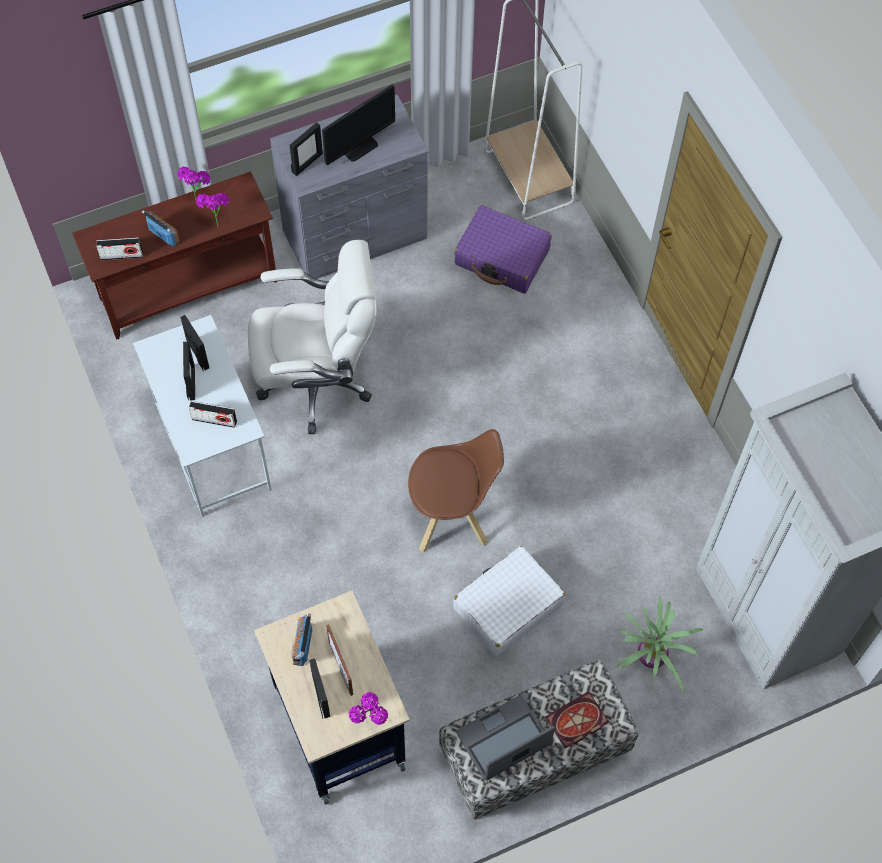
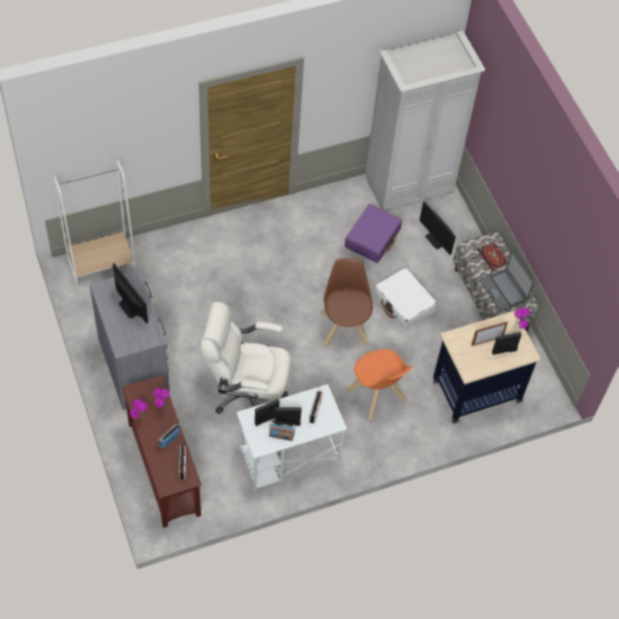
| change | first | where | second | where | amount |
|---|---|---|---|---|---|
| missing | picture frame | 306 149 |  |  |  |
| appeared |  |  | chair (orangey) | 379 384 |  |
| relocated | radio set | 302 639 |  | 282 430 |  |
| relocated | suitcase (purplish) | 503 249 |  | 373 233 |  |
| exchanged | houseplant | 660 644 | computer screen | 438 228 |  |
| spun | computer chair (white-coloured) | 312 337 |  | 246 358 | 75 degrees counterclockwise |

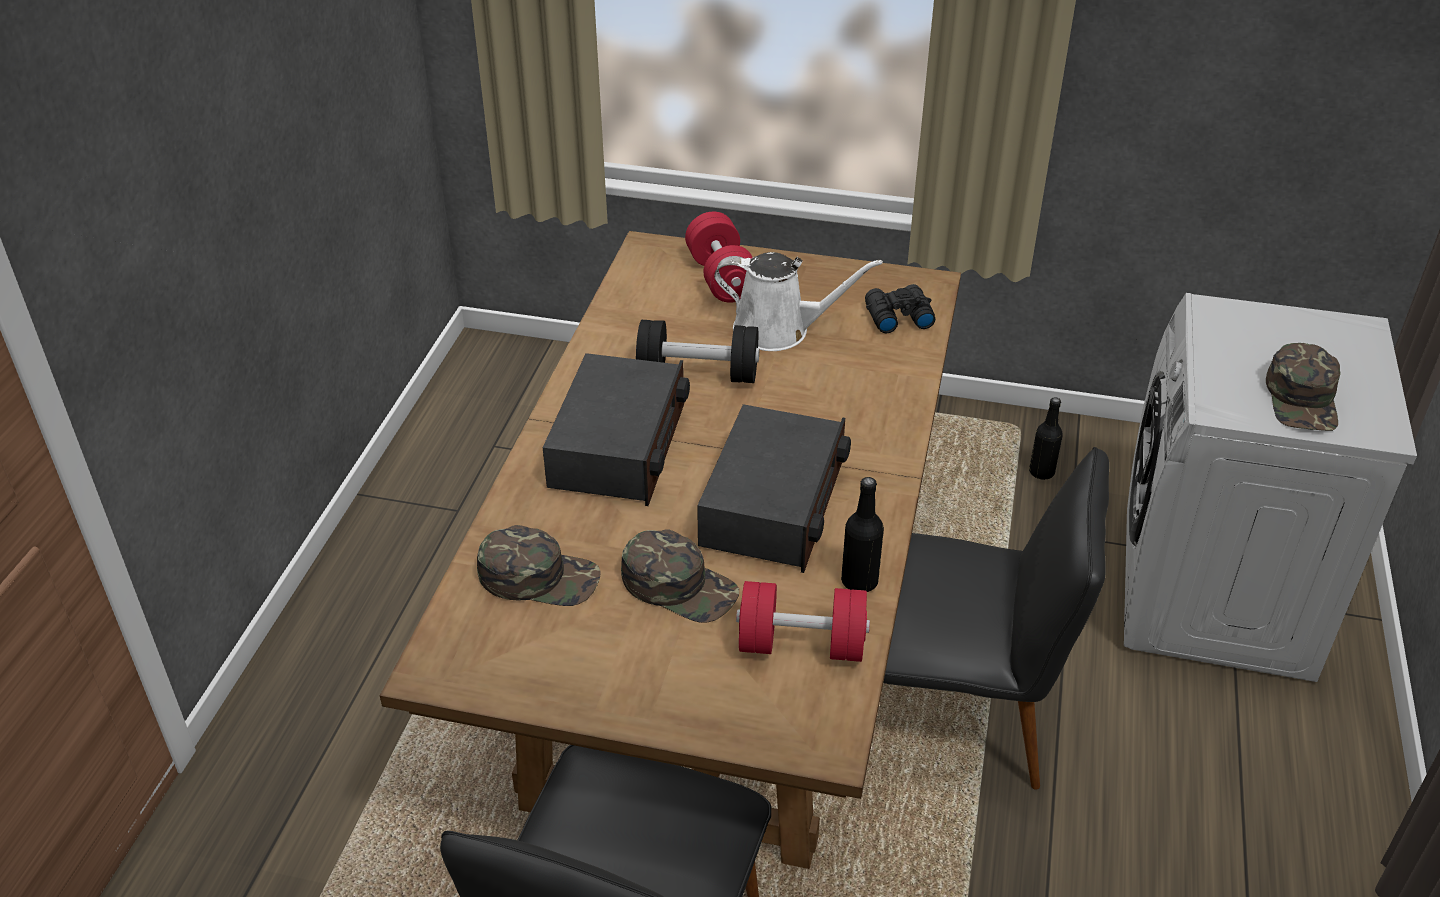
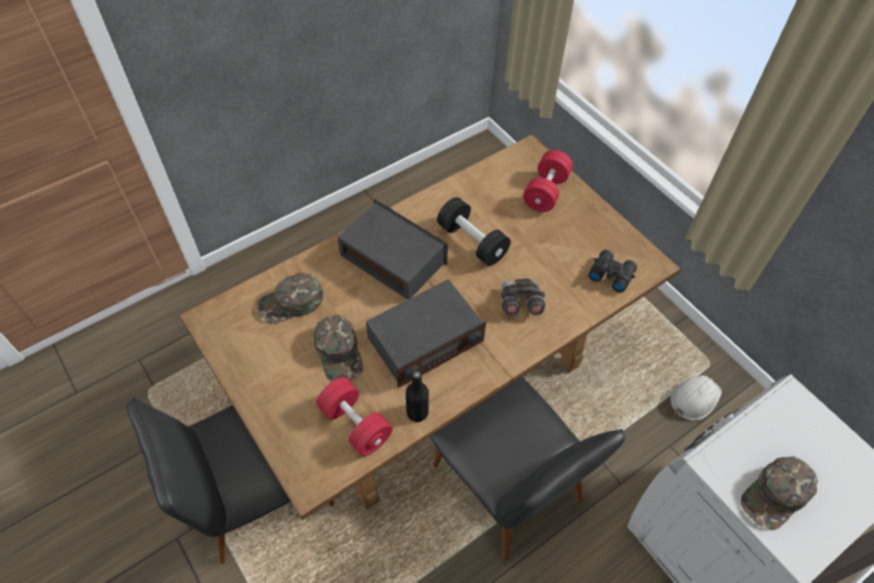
| change | first | where | second | where | amount |
|---|---|---|---|---|---|
| missing | watering pot (white-coloured) | 798 301 |  |  |  |
| appeared |  |  | field glasses (greyish) | 523 297 |  |
| exchanged | bottle (blackish) | 1046 438 | hard hat (white-coloured) | 696 397 |  |
| spun | baseball cap (green-coloured) | 539 565 |  | 289 298 | 105 degrees clockwise |
| spun | radio set | 616 429 |  | 393 249 | 105 degrees counterclockwise |

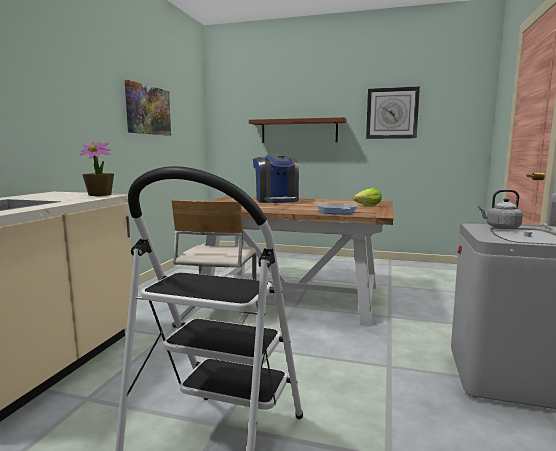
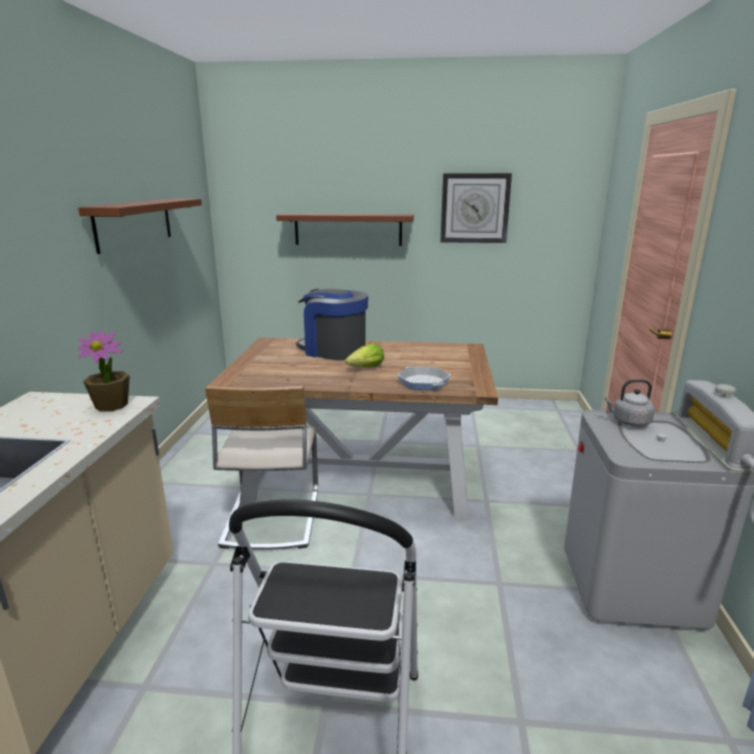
| change | first | where | second | where | amount |
|---|---|---|---|---|---|
| relocated | lettuce head | 367 197 |  | 364 355 |  |
| exchanged | picture | 147 108 | bracket shelf (brownish) | 140 226 |  |
| spun | coffee machine | 276 178 |  | 332 324 | 150 degrees clockwise |

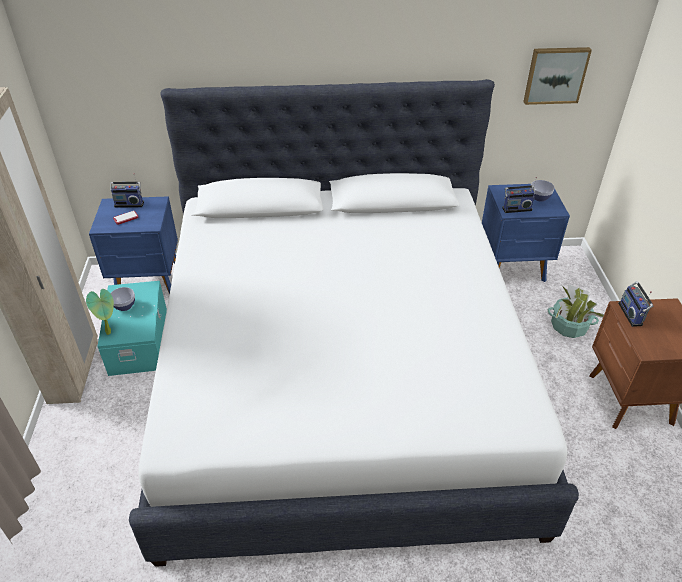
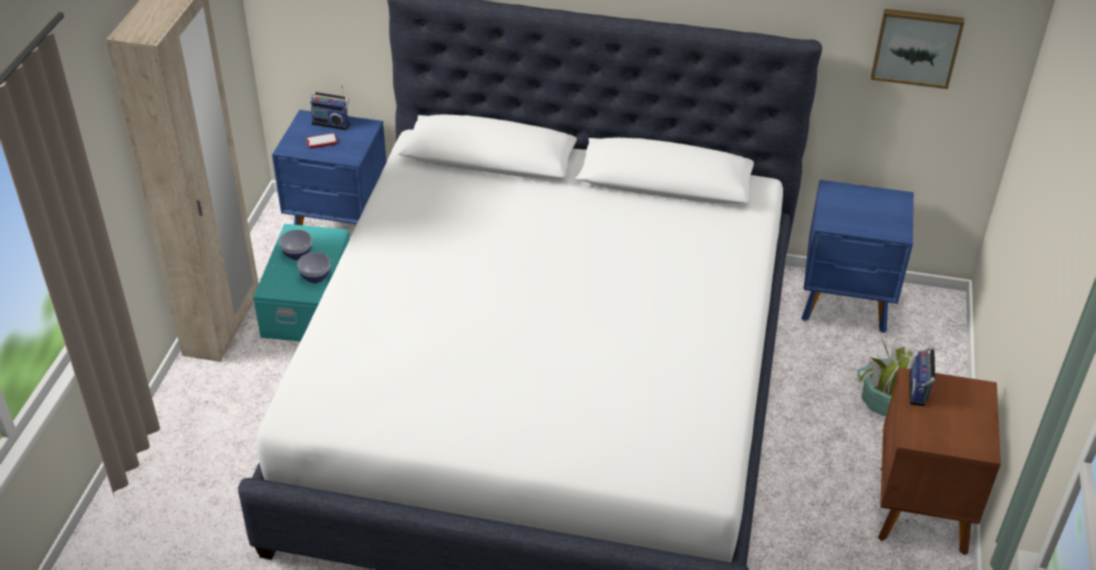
| change | first | where | second | where | amount |
|---|---|---|---|---|---|
| missing | houseplant | 100 312 |  |  |  |
| missing | radio set | 519 195 |  |  |  |
| relocated | serving bowl | 542 191 |  | 313 267 |  |

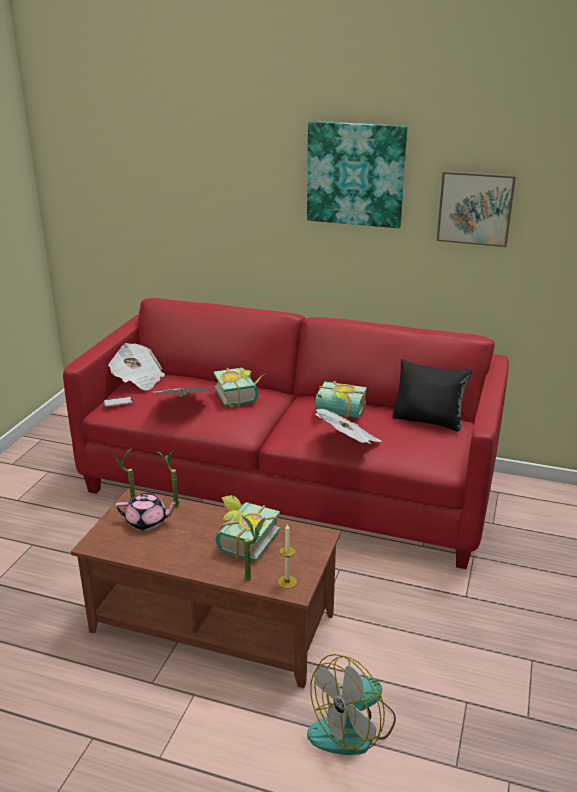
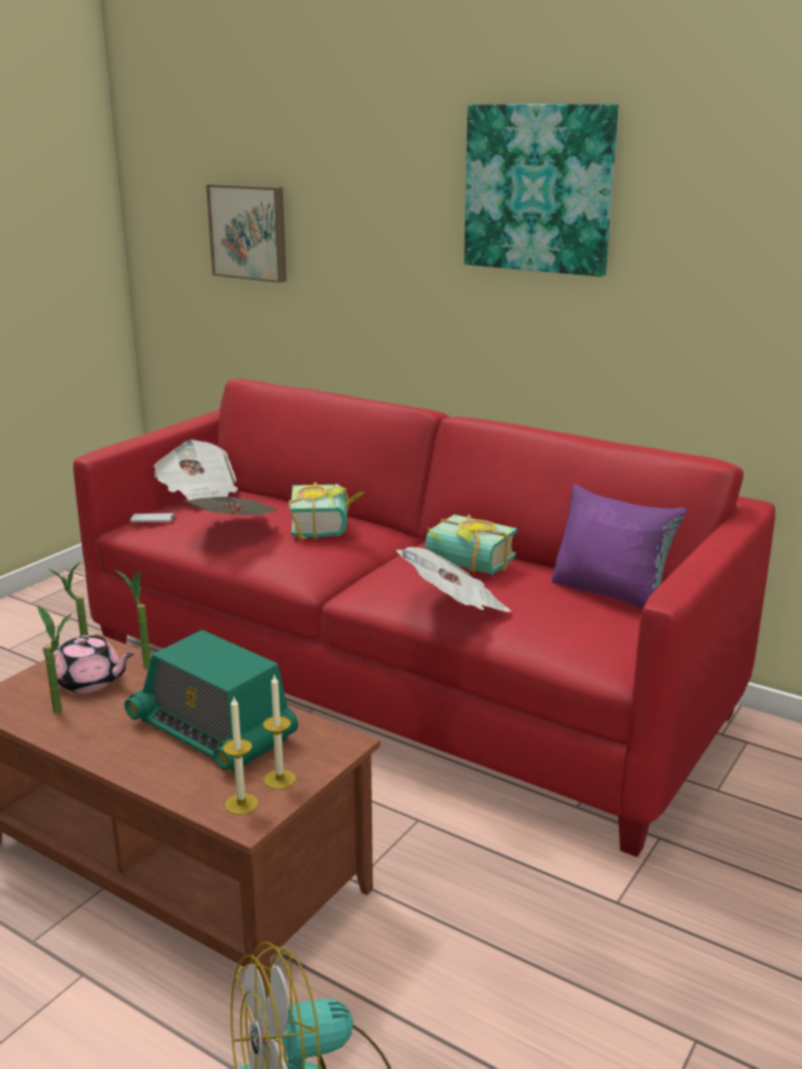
| change | first | where | second | where | amount |
|---|---|---|---|---|---|
| appeared |  |  | wax candle | 279 731 |  |
| relocated | houseplant | 253 548 |  | 54 659 |  |
| relocated | picture | 476 208 |  | 246 233 |  |
| exchanged | volume | 247 528 | radio set | 211 701 |  |
| colour | cushion (blackish) | 432 395 | cushion (purplish) | 619 546 |  |

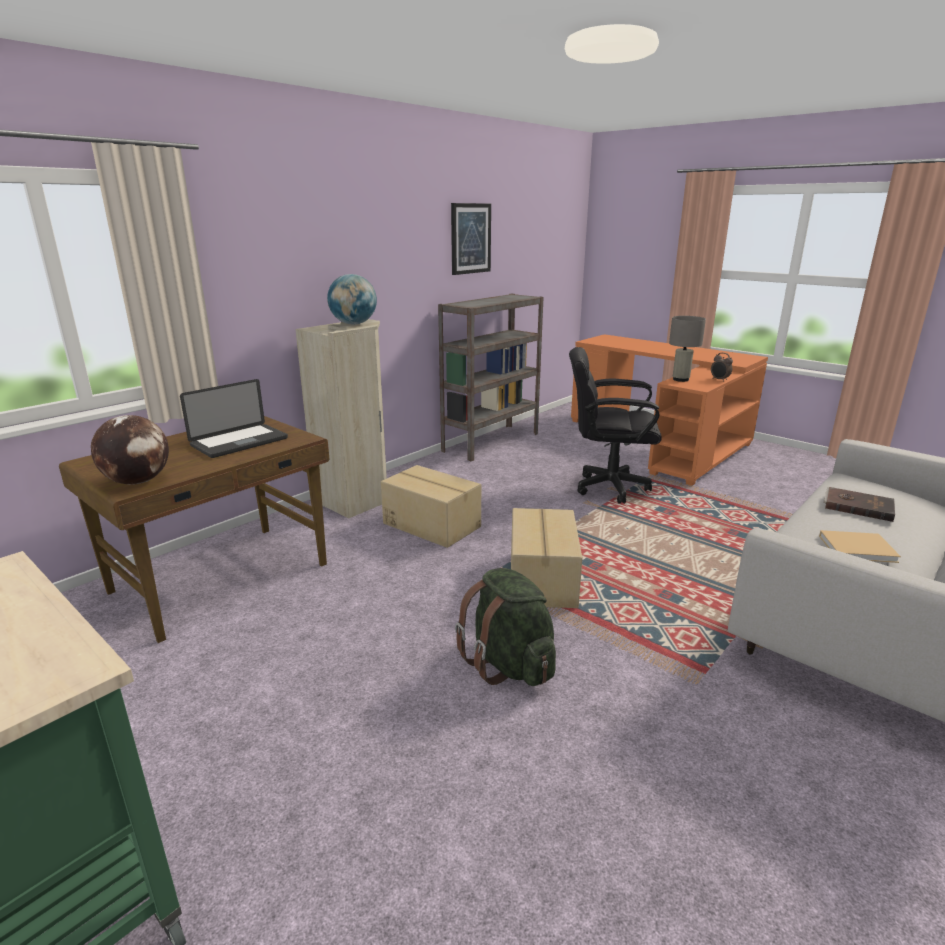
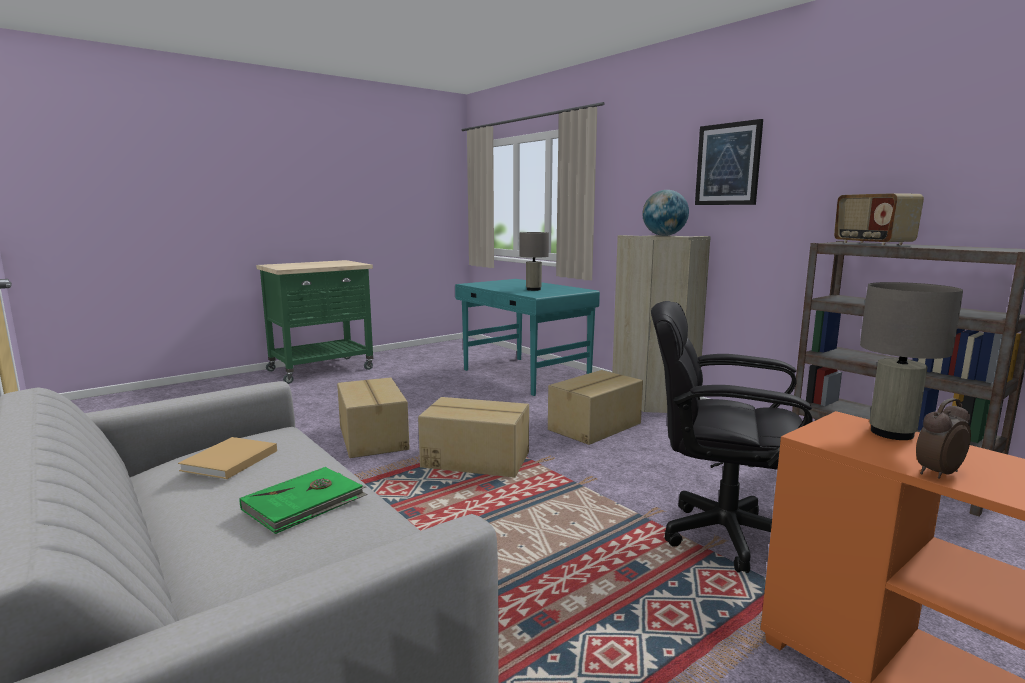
| change | first | where | second | where | amount |
|---|---|---|---|---|---|
| missing | desk globe | 130 450 |  |  |  |
| appeared |  |  | radio set | 879 219 |  |
| relocated | picture | 471 239 |  | 729 162 |  |
| exchanged | laptop | 234 418 | tabletop lamp (greyish) | 534 261 |  |
| exchanged | knapsack (green-coloured) | 505 627 | packing box | 373 417 |  |
| colour | desk table (brownish) | 194 529 | desk table (turquoise) | 527 337 |  |
| colour | volume (brownish) | 859 504 | volume (green-coloured) | 304 500 |  |
| spun | computer chair (blackish) | 615 425 |  | 732 437 | 90 degrees counterclockwise |

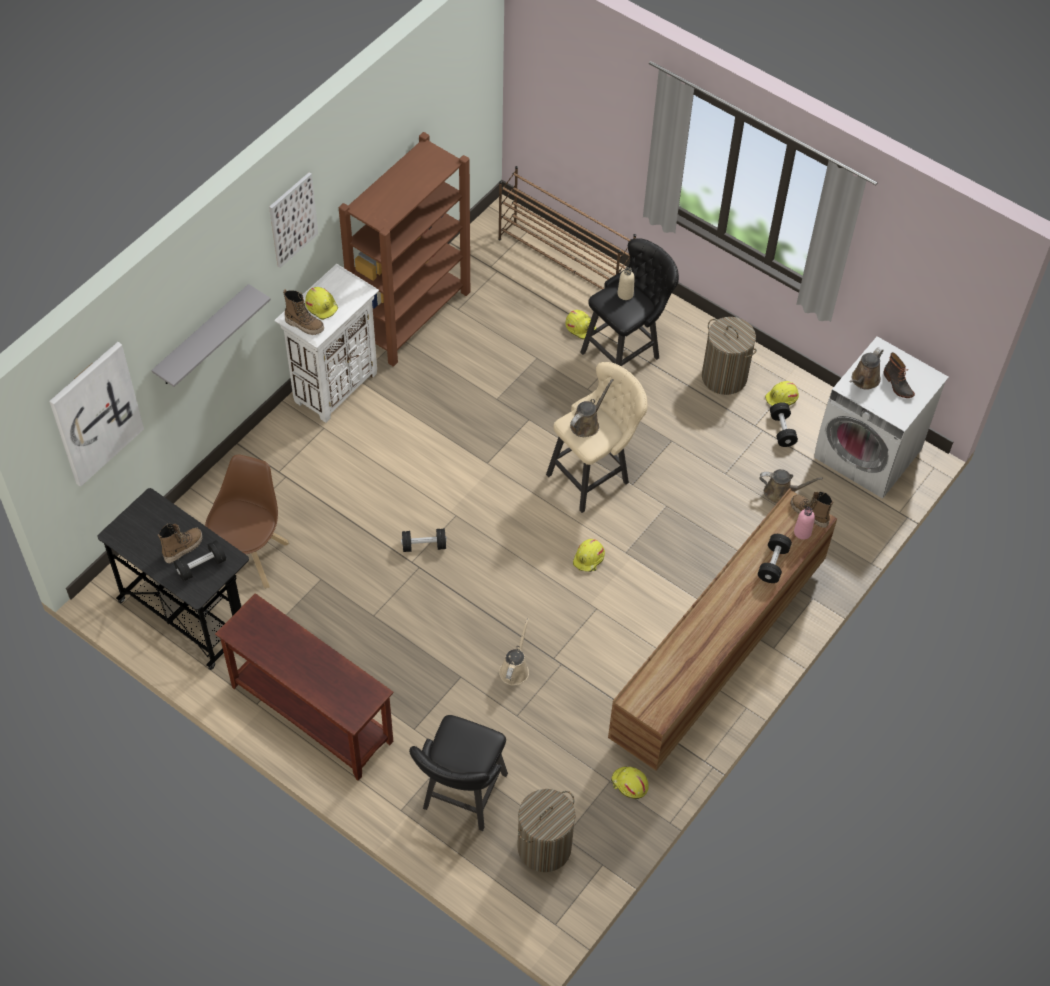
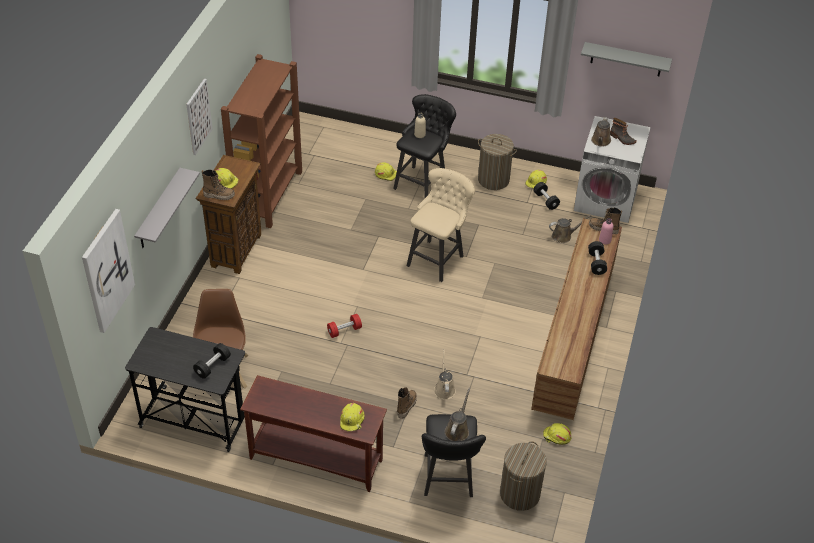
| change | first | where | second | where | amount |
|---|---|---|---|---|---|
| missing | shoe shelf (brownish) | 567 227 |  |  |  |
| appeared |  |  | bracket shelf (greyish) | 626 59 |  |
| relocated | boot | 180 543 |  | 407 403 |  |
| relocated | watering pot (brownish) | 592 408 |  | 457 414 |  |
| relocated | hard hat (yellowish) | 589 555 |  | 352 417 |  |
| colour | storage cabinet (white-coloured) | 326 343 | storage cabinet (brownish) | 228 214 |  |
| colour | free weight (blackish) | 424 540 | free weight (red-coloured) | 344 326 |  |

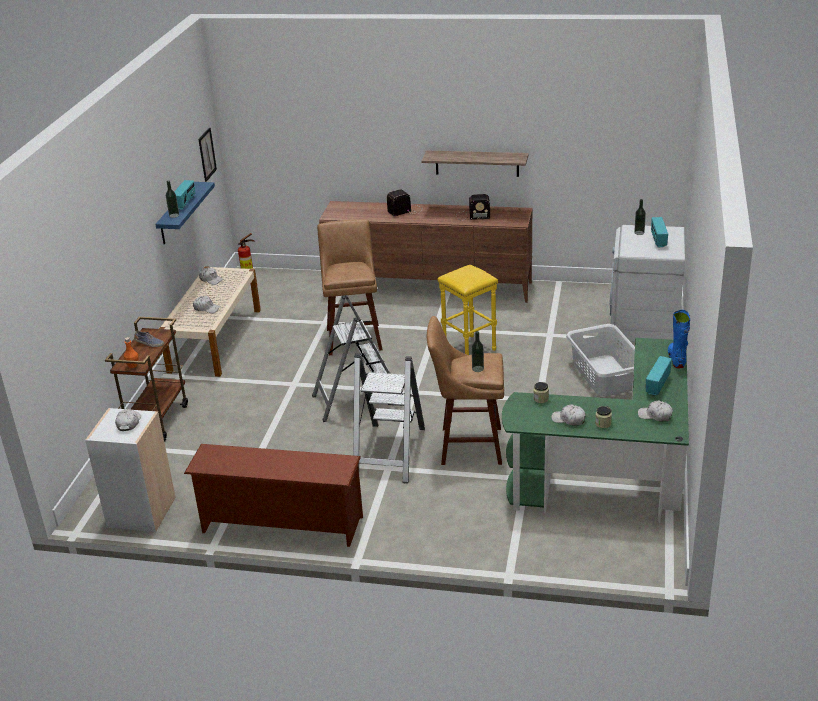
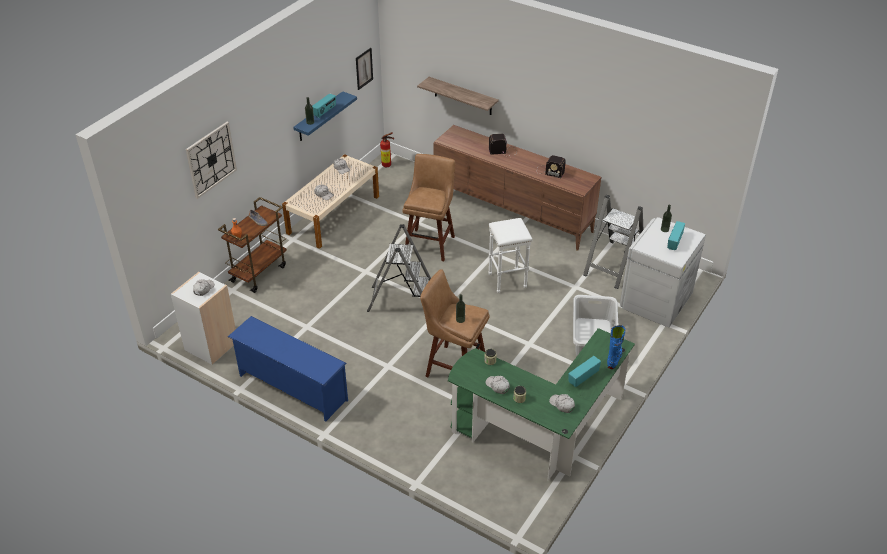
| change | first | where | second | where | amount |
|---|---|---|---|---|---|
| appeared |  |  | hanging clock | 211 160 |  |
| relocated | step stool (greyish) | 389 418 |  | 613 242 |  |
| relocated | bracket shelf | 475 164 |  | 458 96 |  |
| colour | shoe shelf (brownish) | 273 495 | shoe shelf (blue-coloured) | 288 368 |  |
| colour | stool seat (yellowish) | 468 310 | stool seat (white-coloured) | 510 255 |  |

